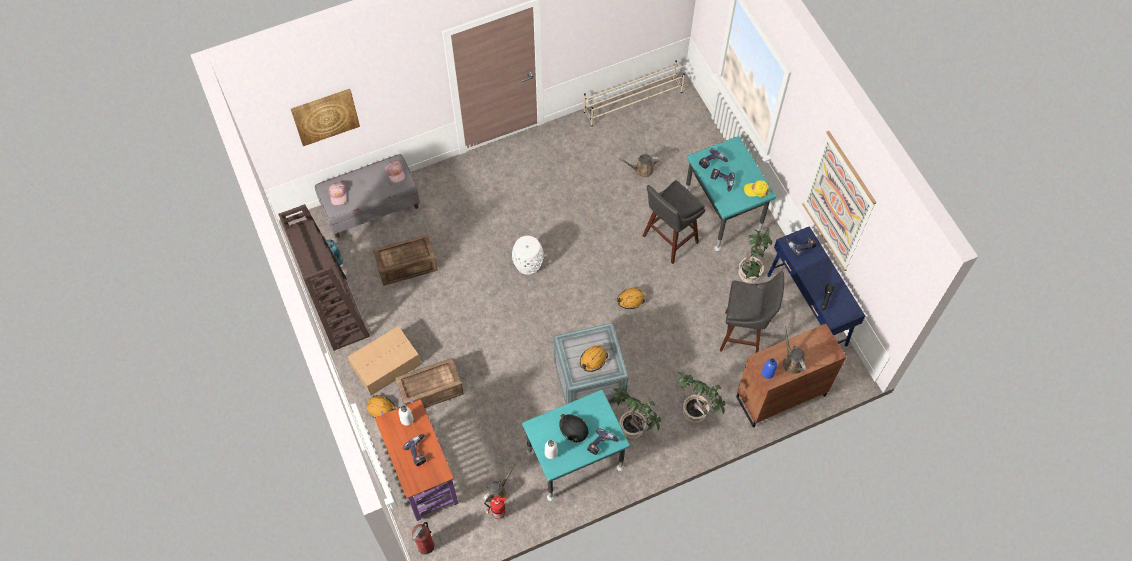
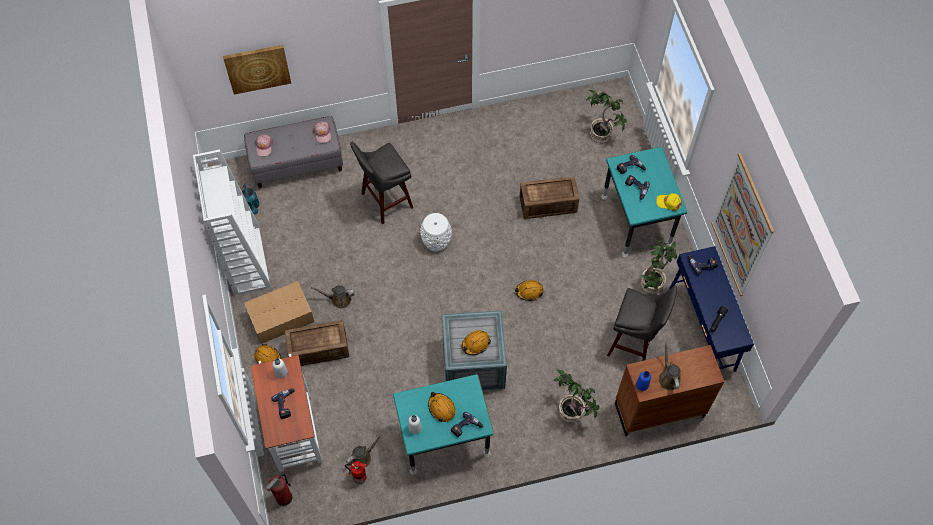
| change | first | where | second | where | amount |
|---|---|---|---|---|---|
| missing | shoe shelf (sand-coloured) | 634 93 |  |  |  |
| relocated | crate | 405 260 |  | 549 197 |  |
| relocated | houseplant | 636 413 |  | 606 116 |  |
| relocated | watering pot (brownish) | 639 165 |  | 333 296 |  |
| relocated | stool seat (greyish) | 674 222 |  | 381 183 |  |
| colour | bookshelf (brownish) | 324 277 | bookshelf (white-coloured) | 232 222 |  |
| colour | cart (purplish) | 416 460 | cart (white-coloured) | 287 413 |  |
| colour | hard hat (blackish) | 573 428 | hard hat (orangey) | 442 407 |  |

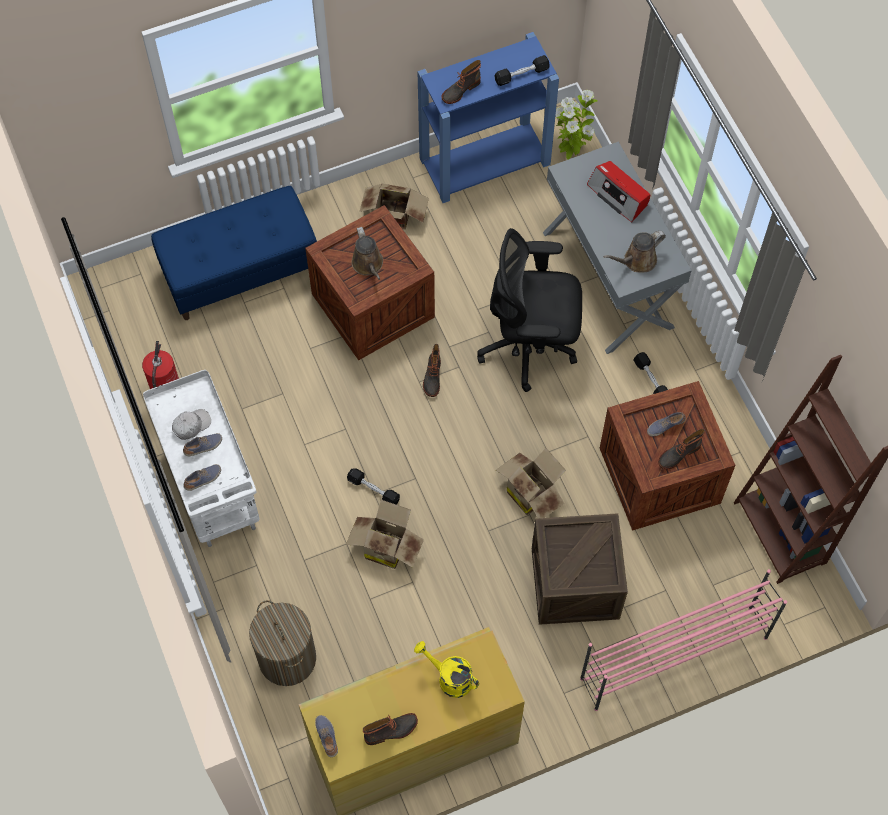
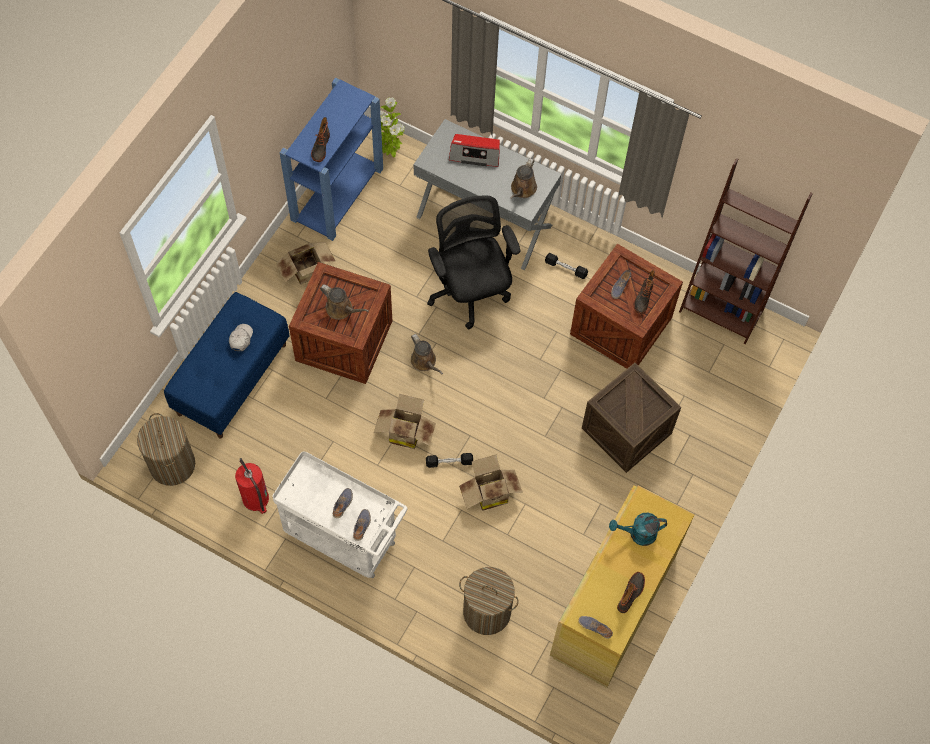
| change | first | where | second | where | amount |
|---|---|---|---|---|---|
| missing | free weight (blackish) | 522 70 |  |  |  |
| missing | shoe shelf (pink) | 683 640 |  |  |  |
| appeared |  |  | hamper | 166 449 |  |
| relocated | baseball cap (white-coloured) | 191 424 |  | 241 337 |  |
| relocated | packing box | 531 483 |  | 405 421 |  |
| exchanged | boot | 432 370 | watering pot (brownish) | 427 354 |  |
| colour | watering pot (yellowish) | 446 669 | watering pot (turquoise) | 638 529 |  |
| spun | computer chair (blackish) | 529 310 |  | 473 262 | 105 degrees clockwise |

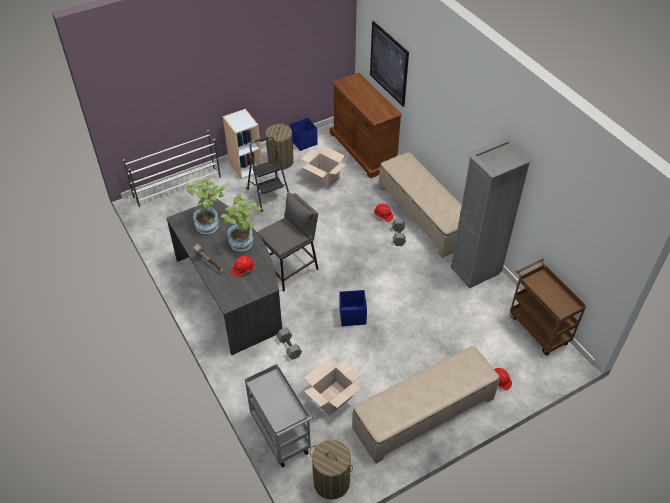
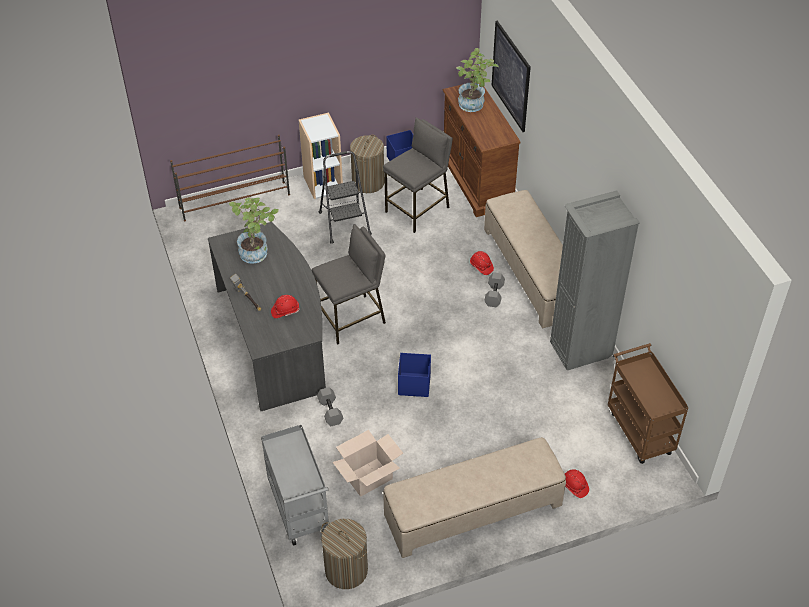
| change | first | where | second | where | amount |
|---|---|---|---|---|---|
| relocated | houseplant | 241 222 |  | 477 80 |  |
| exchanged | packing box | 323 167 | stool seat (greyish) | 418 175 |  |
| colour | shoe shelf (white-coloured) | 172 169 | shoe shelf (brownish) | 230 178 |  |

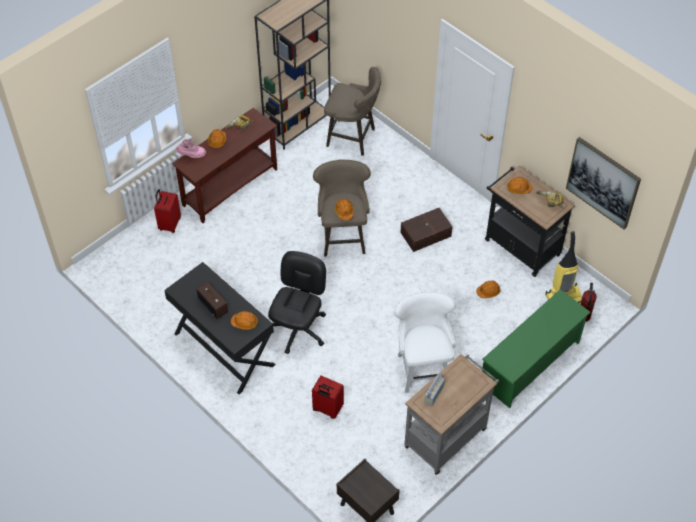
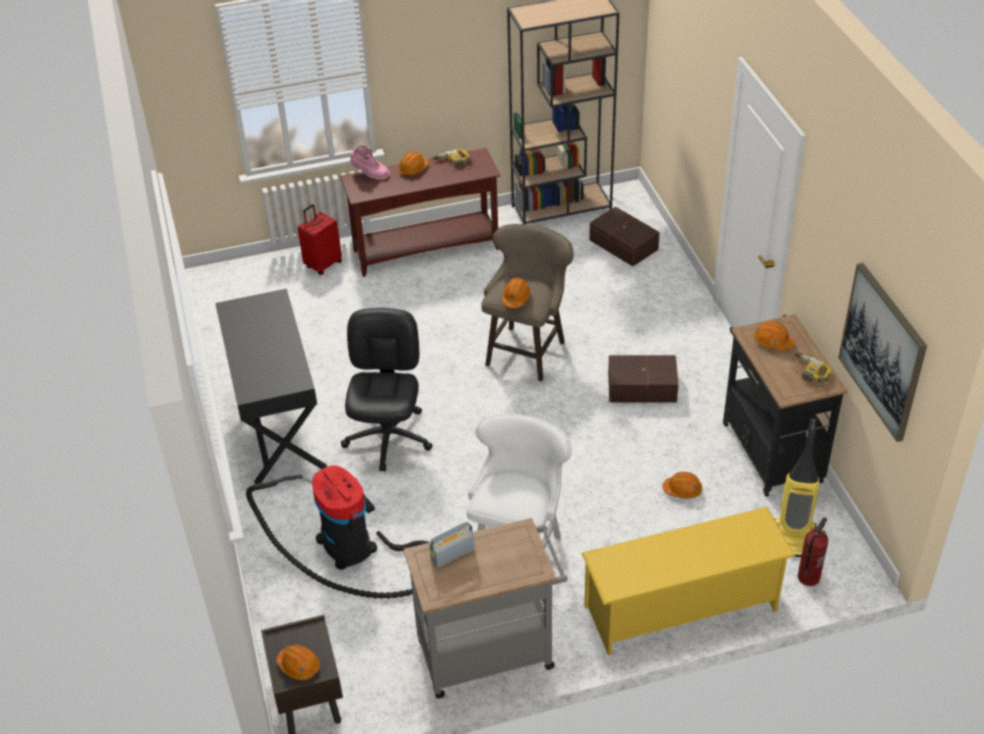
| change | first | where | second | where | amount |
|---|---|---|---|---|---|
| missing | radio set | 212 300 |  |  |  |
| relocated | hard hat (orangey) | 244 320 |  | 298 662 |  |
| exchanged | suitcase (red-coloured) | 328 397 | vacuum cleaner | 337 532 |  |
| exchanged | stool seat (sand-coloured) | 352 111 | storage box (brownish) | 624 236 |  |
| colour | shoe shelf (green-coloured) | 536 348 | shoe shelf (yellowish) | 688 581 |  |
| spun | computer chair (blackish) | 297 302 |  | 387 389 | 45 degrees counterclockwise |

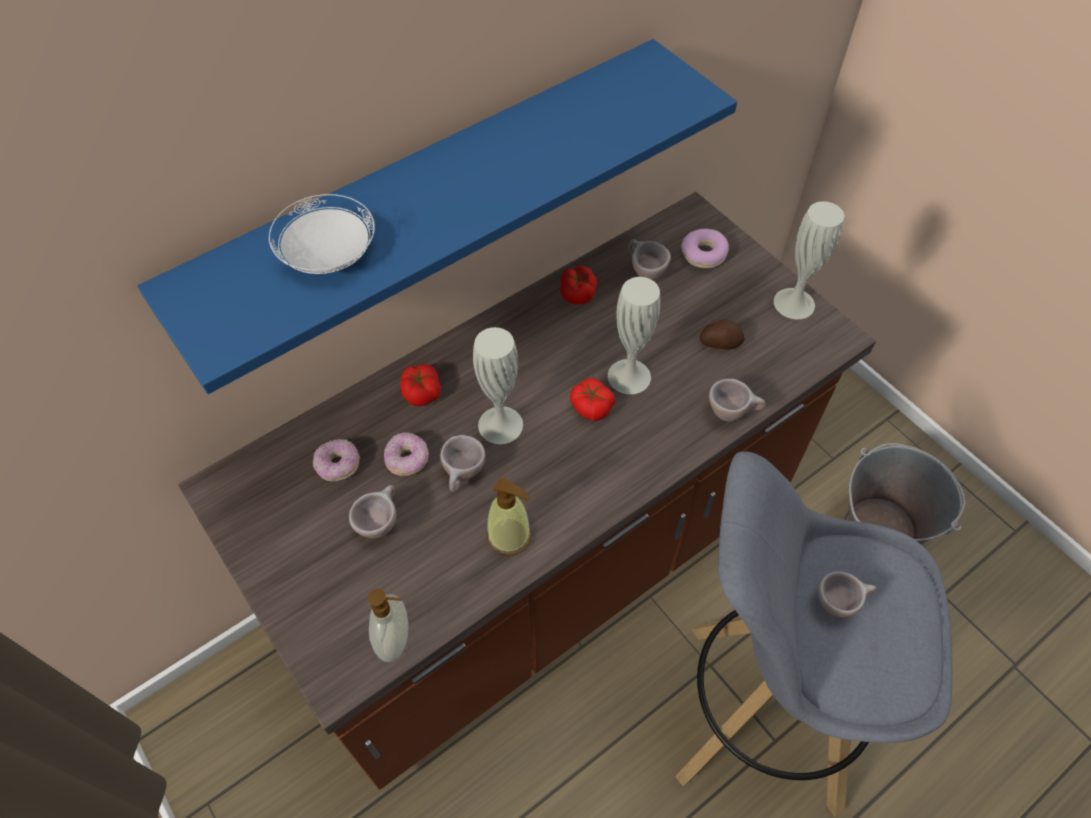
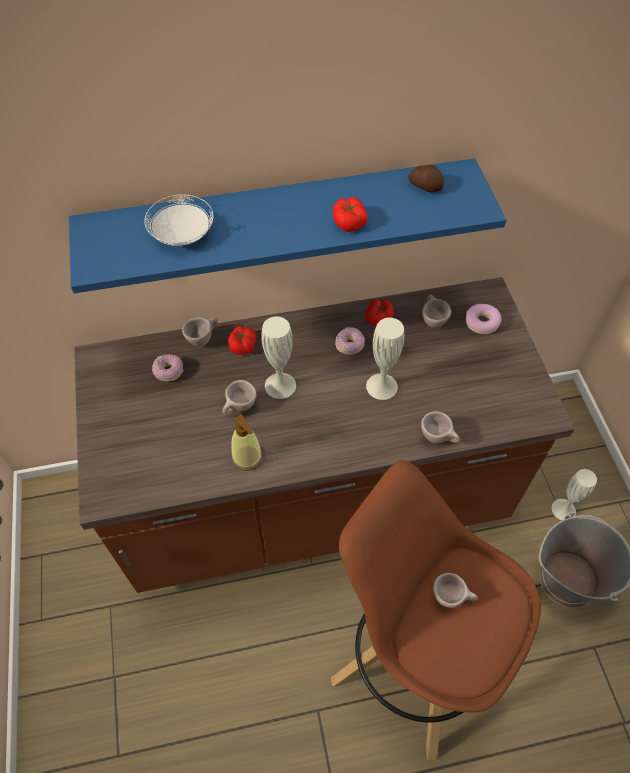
| change | first | where | second | where | amount |
|---|---|---|---|---|---|
| missing | soap bottle | 388 625 |  |  |  |
| relocated | cup (sand-coloured) | 372 511 |  | 200 331 |  |
| relocated | doughnut | 406 454 |  | 350 340 |  |
| relocated | whole tomato | 592 399 |  | 350 214 |  |
| relocated | potato | 722 334 |  | 426 178 |  |
| relocated | decorative vase (white-coloured) | 809 260 |  | 574 494 |  |
| colour | stool seat (greyish) | 813 634 | stool seat (brownish) | 436 610 |  |

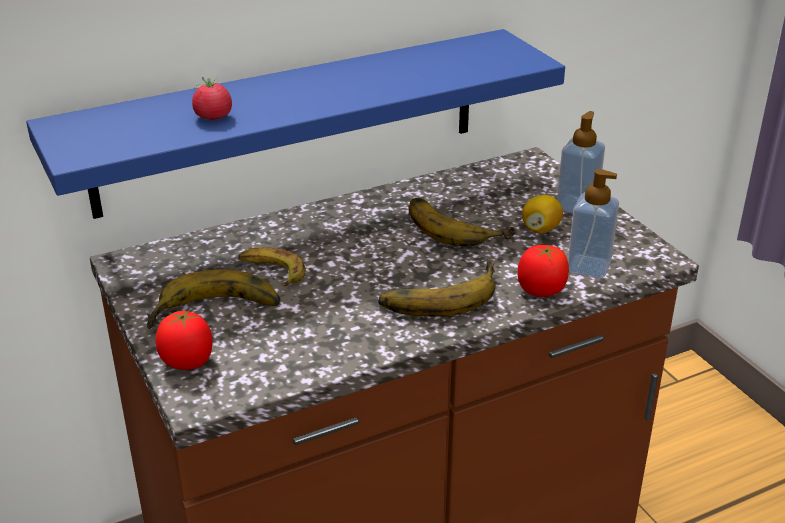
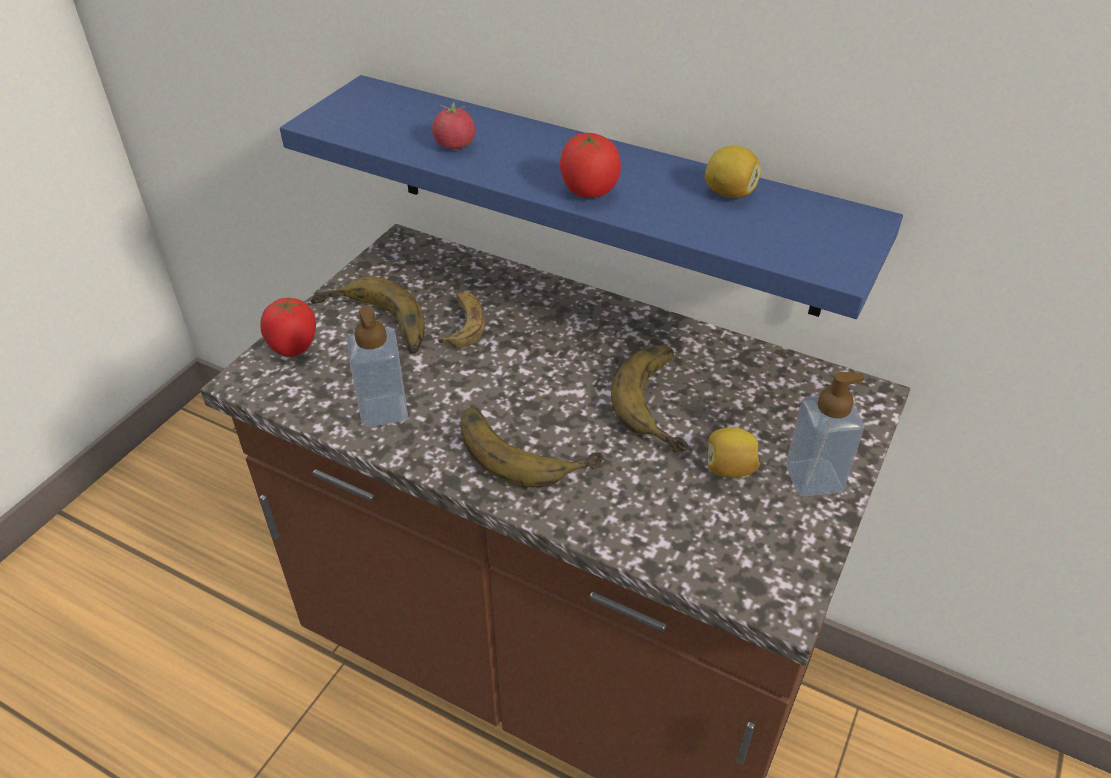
| change | first | where | second | where | amount |
|---|---|---|---|---|---|
| appeared |  |  | lemon | 733 172 |  |
| relocated | whole tomato | 543 270 |  | 590 165 |  |
| relocated | soap bottle | 593 224 |  | 377 366 |  |

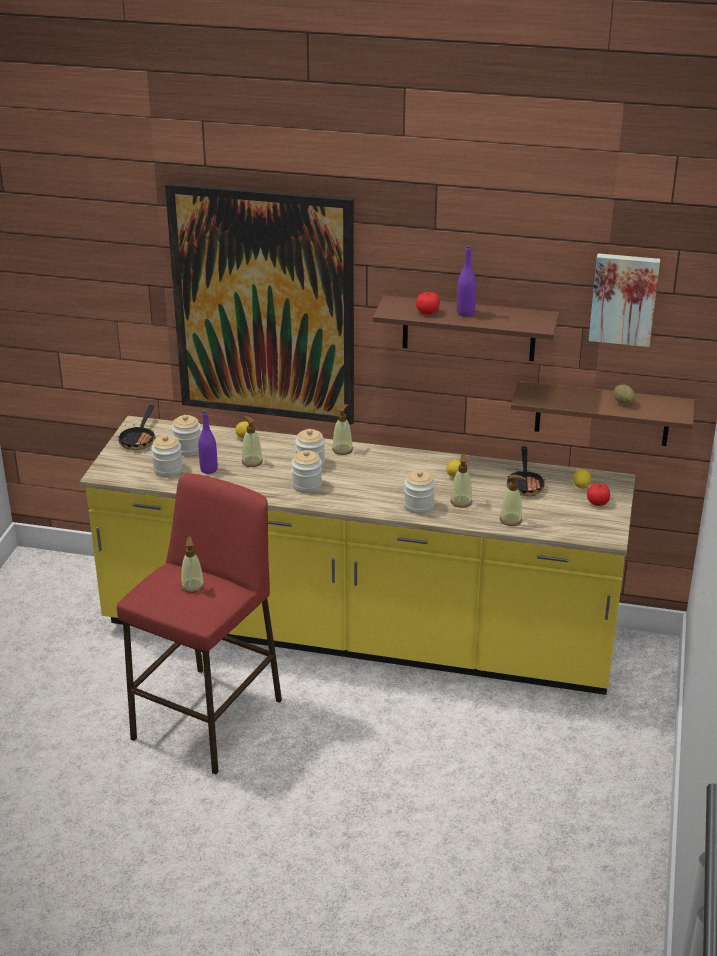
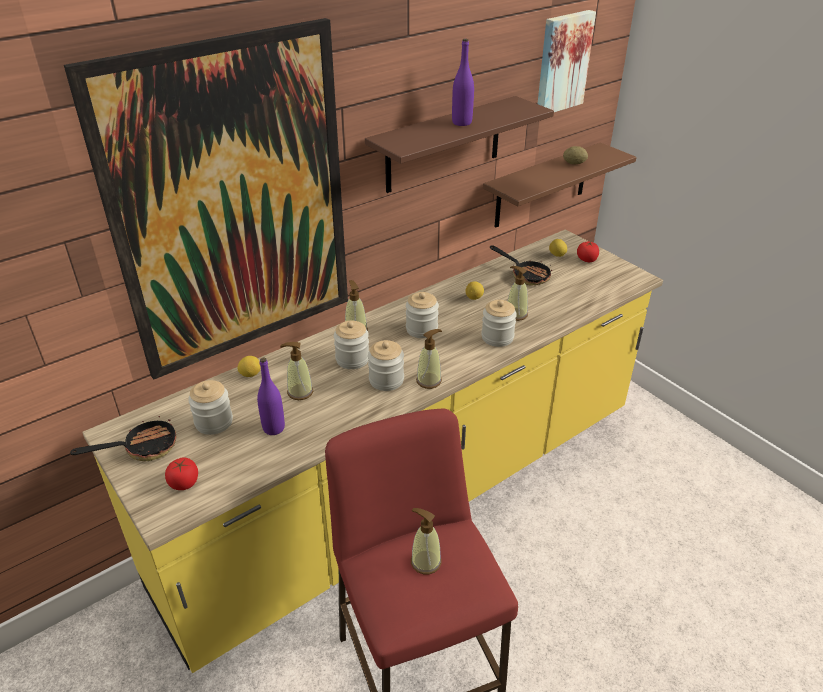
| change | first | where | second | where | amount |
|---|---|---|---|---|---|
| relocated | preserve jar | 167 456 |  | 422 315 |  |
| relocated | whole tomato | 428 303 |  | 181 473 |  |
| relocated | soap bottle | 513 500 |  | 429 359 |  |
| spun | skillet | 136 428 |  | 123 438 | 75 degrees counterclockwise |

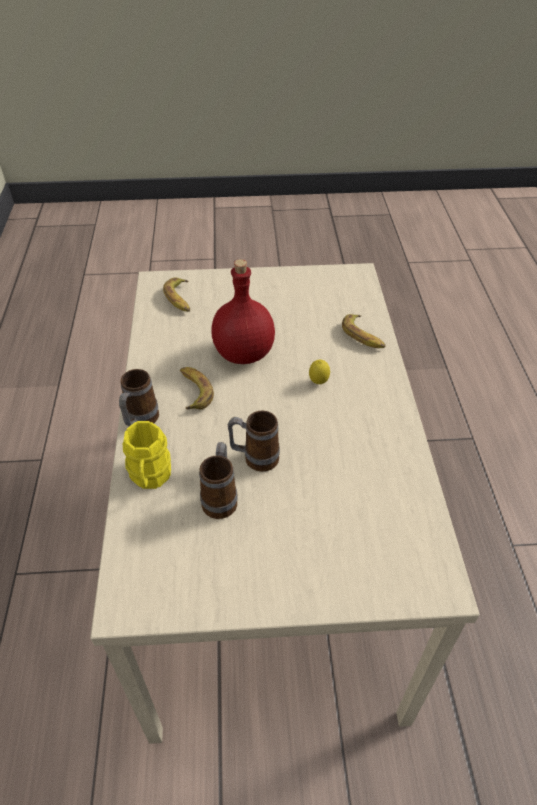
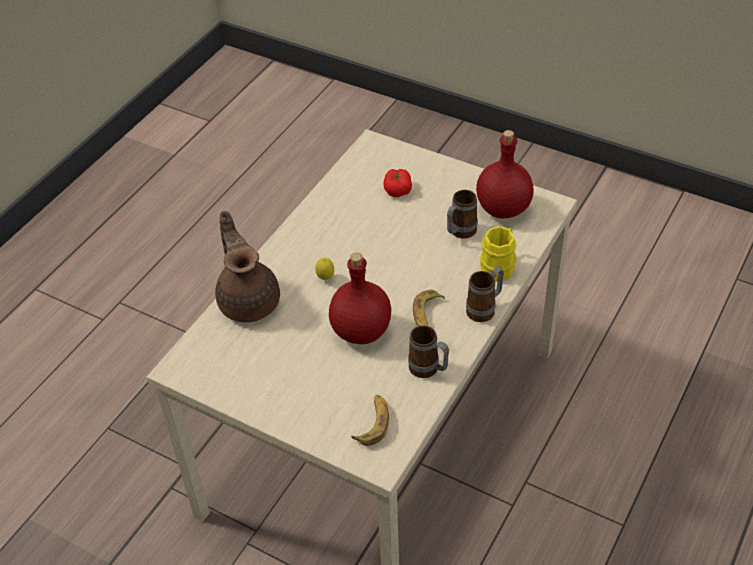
| change | first | where | second | where | amount |
|---|---|---|---|---|---|
| appeared |  |  | whole tomato | 398 183 |  |
| appeared |  |  | bottle (red-coloured) | 504 174 |  |
| relocated | mug | 254 441 |  | 428 351 |  |
| exchanged | banana | 363 331 | pot for tea (brownish) | 247 267 |  |

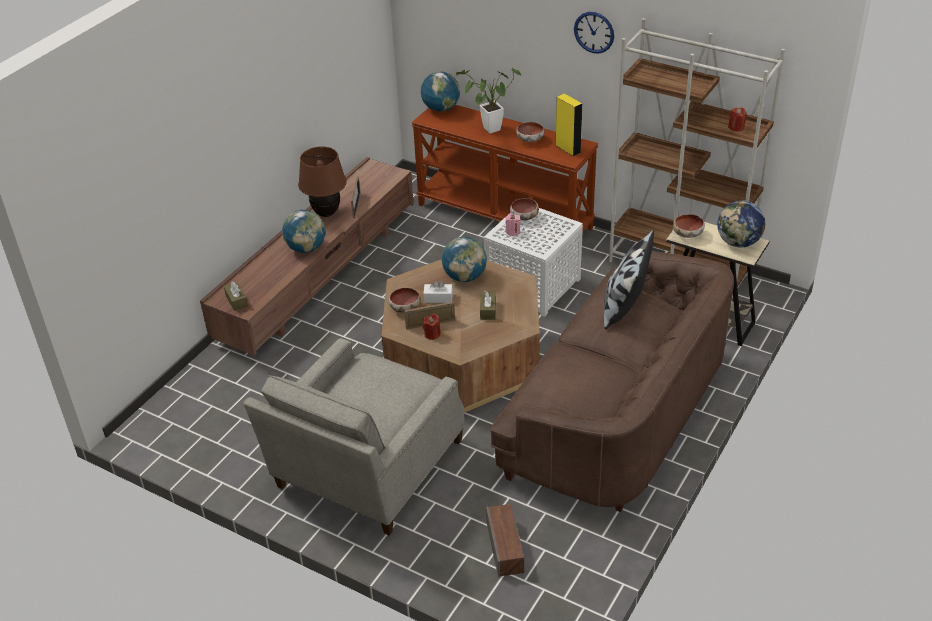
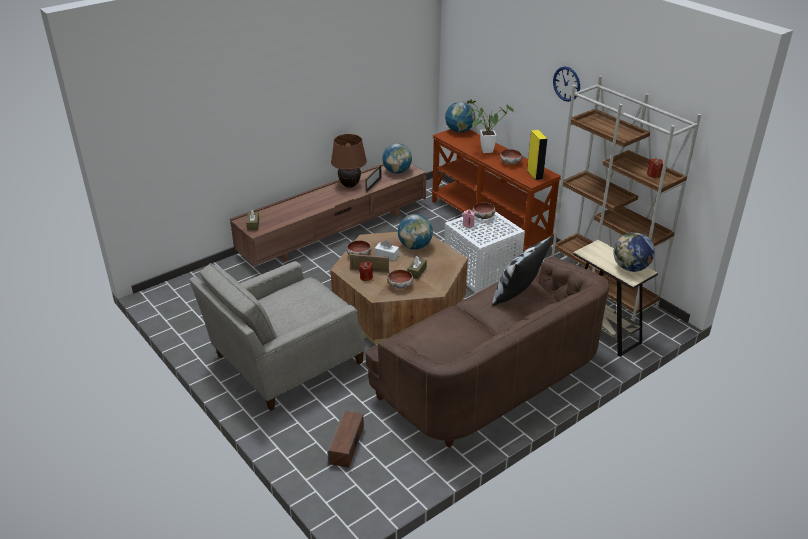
| change | first | where | second | where | amount |
|---|---|---|---|---|---|
| relocated | desk globe | 304 231 |  | 397 158 |  |
| relocated | serving bowl | 689 226 |  | 400 279 |  |

